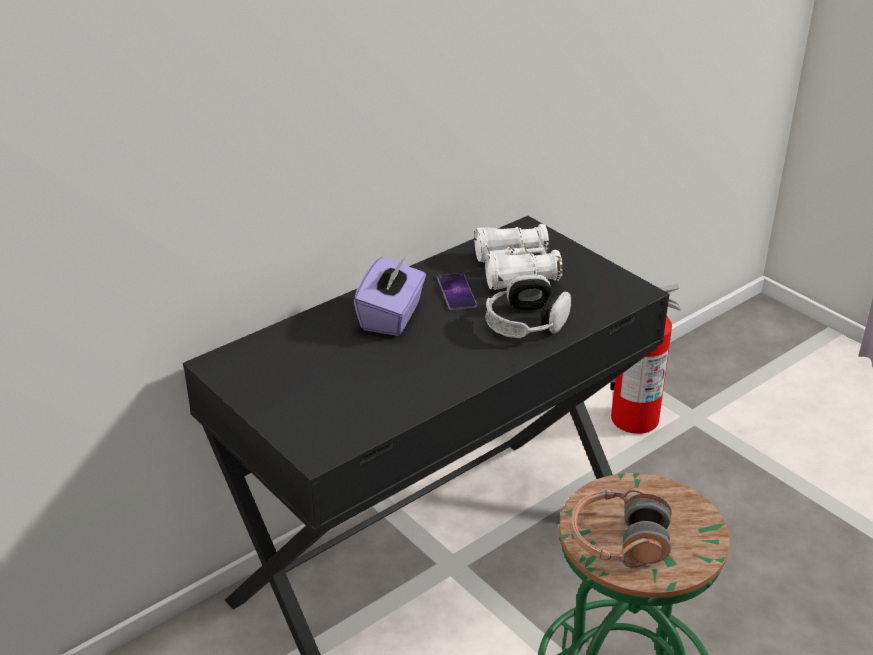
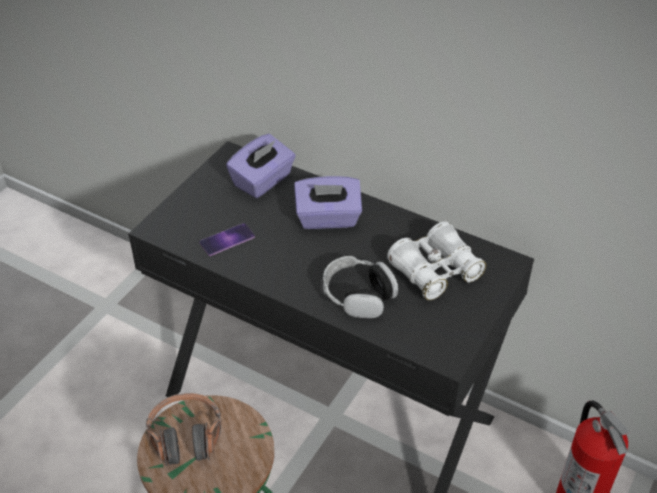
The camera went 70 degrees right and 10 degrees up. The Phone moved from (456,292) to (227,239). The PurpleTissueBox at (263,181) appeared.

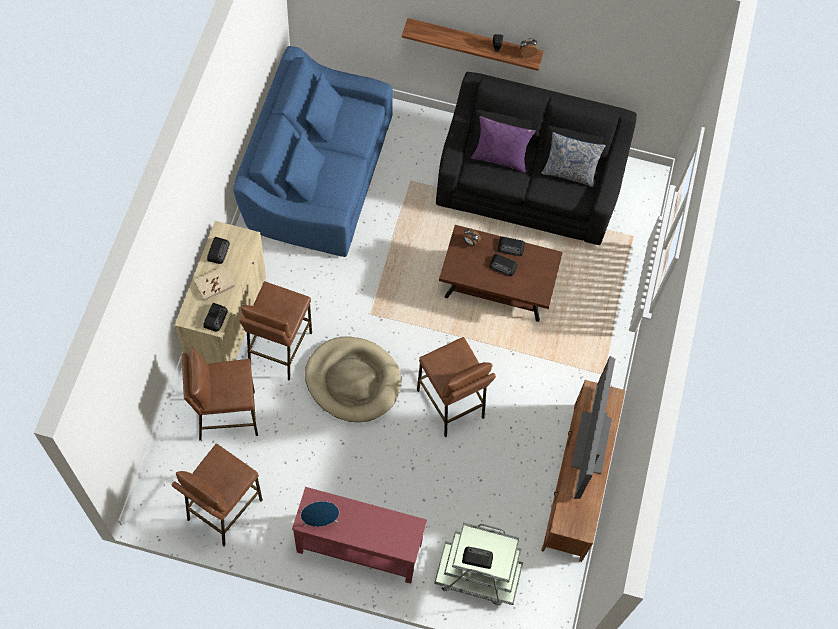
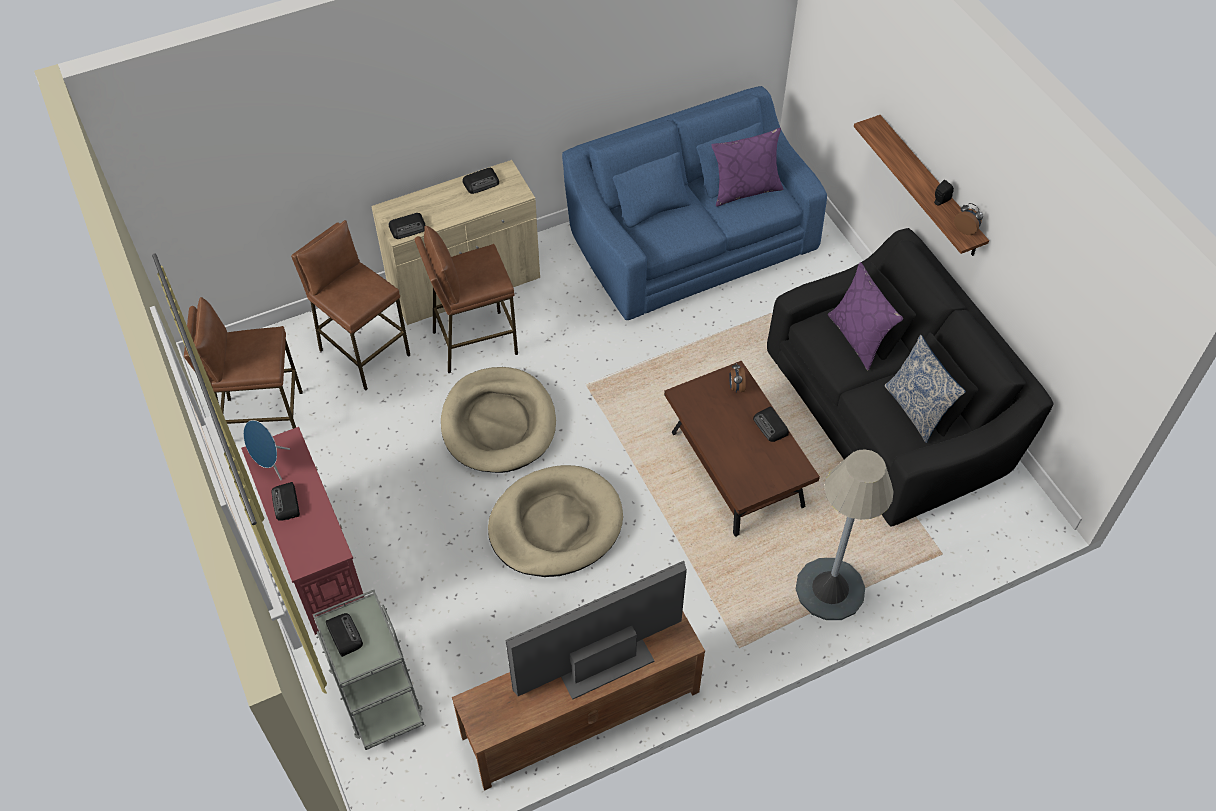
The camera went 55 degrees right and 10 degrees down. The Radio moved from (503,266) to (286,503). The BeigeBook at (214,284) disappeared. The BrownStool at (450,404) was replaced by the BeigeDogBed at (555,525). The PurplePillow at (745,190) appeared. The GreyFloorLamp at (830,589) appeared.

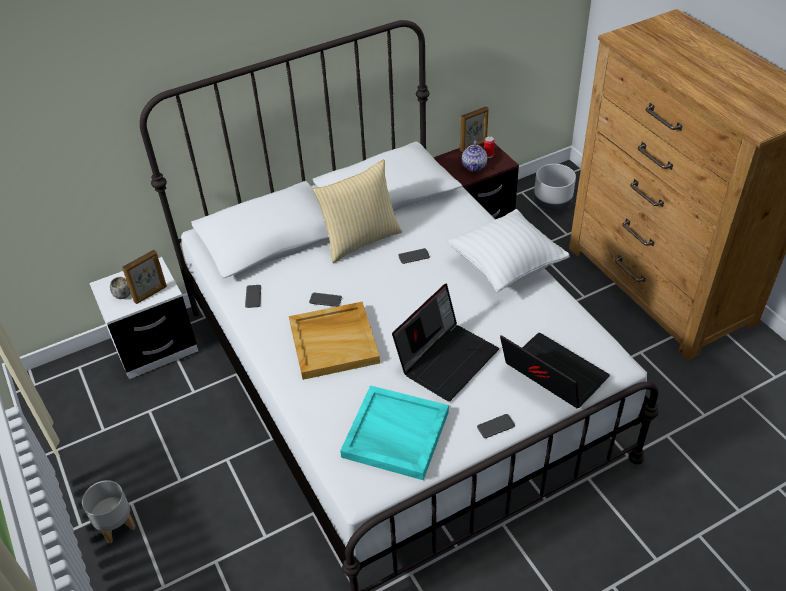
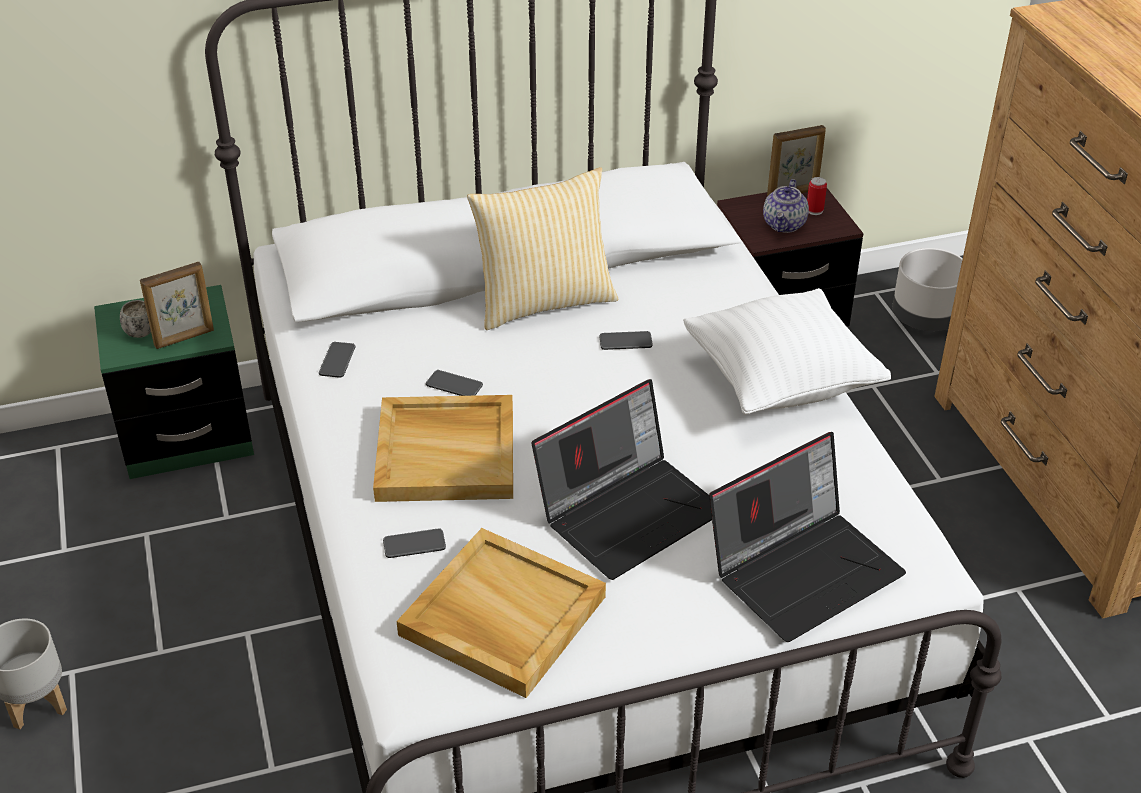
The camera went 10 degrees right and 5 degrees down. The WhiteNightstand at (155,347) became the GreenNightstand at (187,437). The Laptop at (551,375) turned 90 degrees clockwise. The TurquoiseTray at (394,435) became the BeigeTray at (500,616). The Phone moved from (495,426) to (414,544).

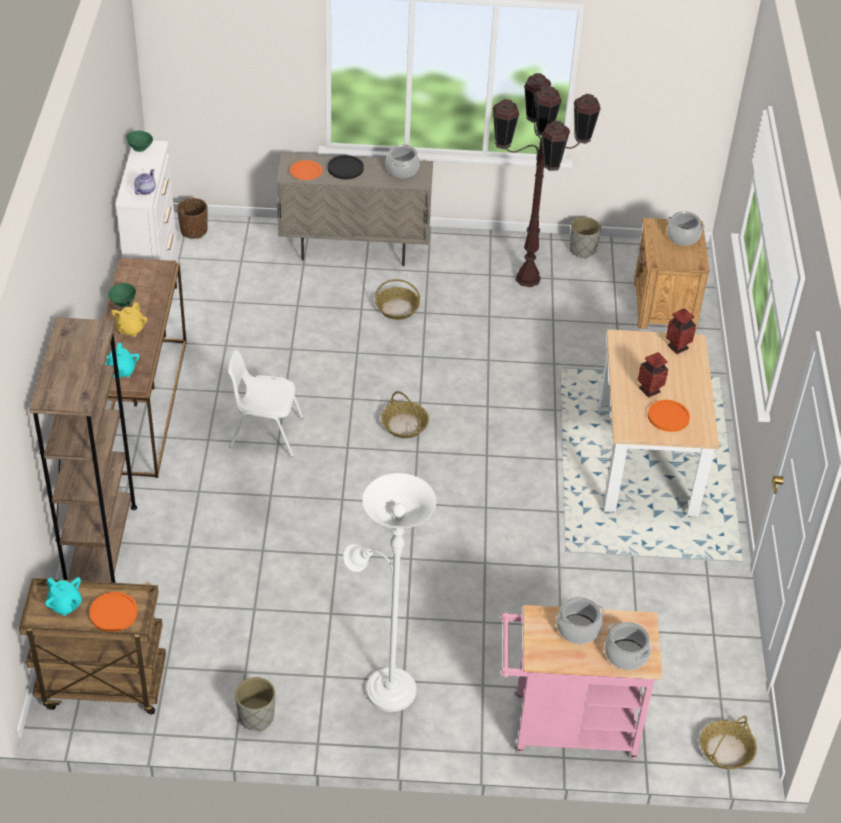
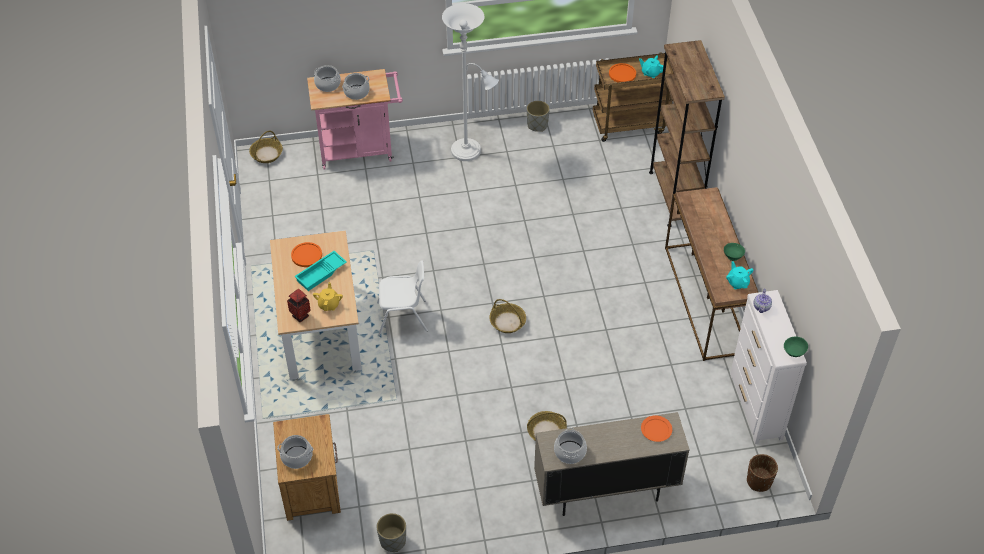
The camera went 170 degrees right and 5 degrees up. The BrownFloorLamp at (528,278) disappeared. The BlackPlate at (345,168) disappeared. The YellowTeapot moved from (130,329) to (329,304). The TurquoiseTeapot moved from (121,371) to (737,282). The WhiteChair moved from (265,432) to (403,317). The Vase at (649,390) was replaced by the TurquoiseTray at (321,274).

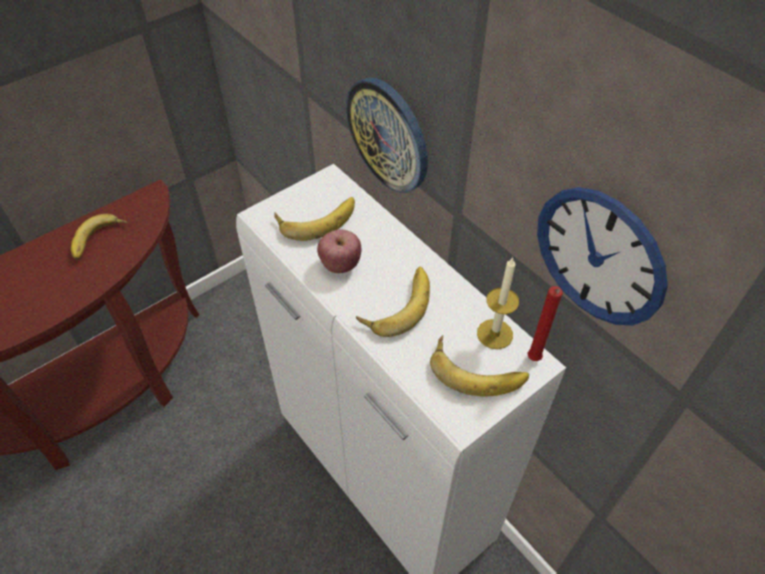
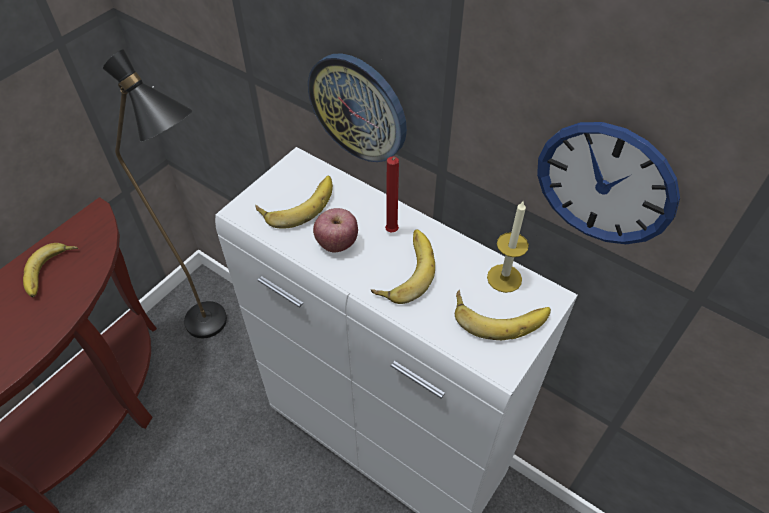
The camera went 15 degrees left and 0 degrees up. The RedCandle moved from (533,360) to (391,233). The BlackFloorLamp at (217,328) appeared.

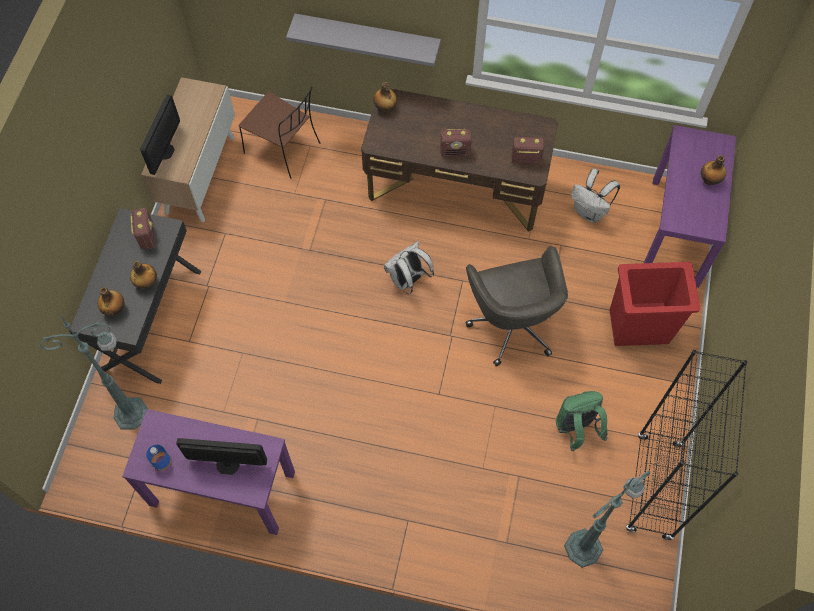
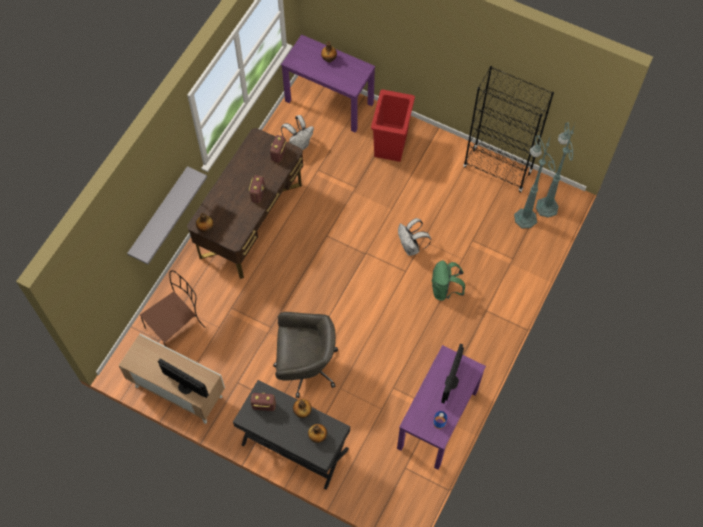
The camera went 75 degrees left and 0 degrees up. The WhiteBackpack moved from (408,280) to (411,247). The GreyOfficeChair moved from (512,324) to (305,366). The GreenFloorLamp moved from (133,413) to (547,206). The GreenBackpack moved from (576,429) to (445,290).

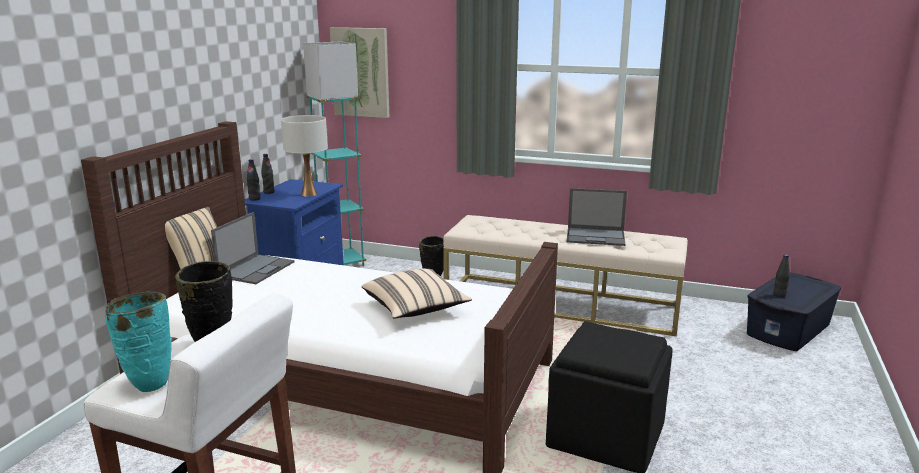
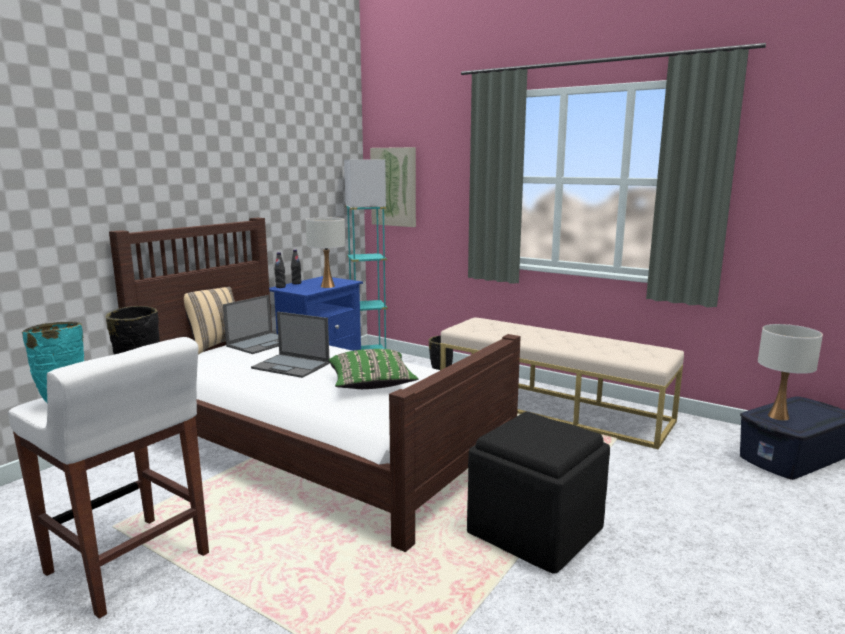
The camera went 15 degrees right and 5 degrees down. The Laptop moved from (596,237) to (292,366). The BlackBottle at (779,295) was replaced by the WhiteTableLamp at (778,416). The BeigePillow at (415,309) became the GreenPillow at (371,385).

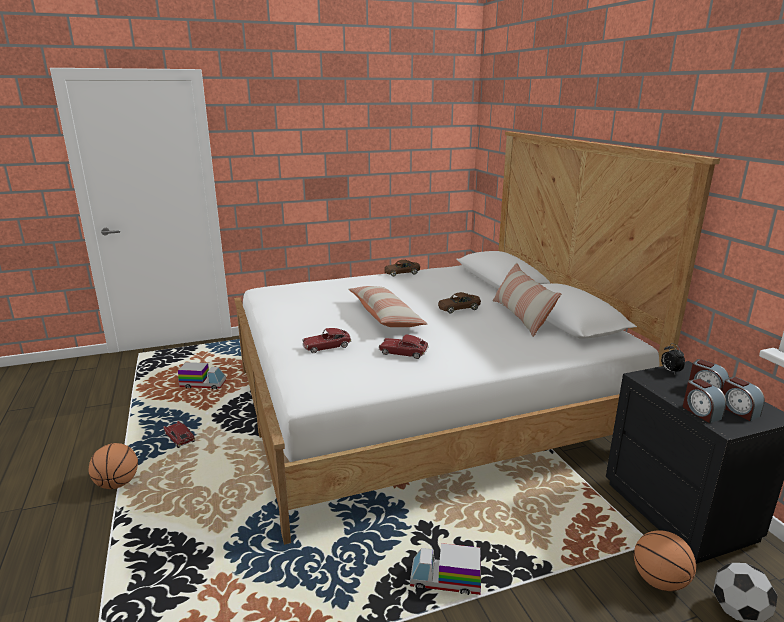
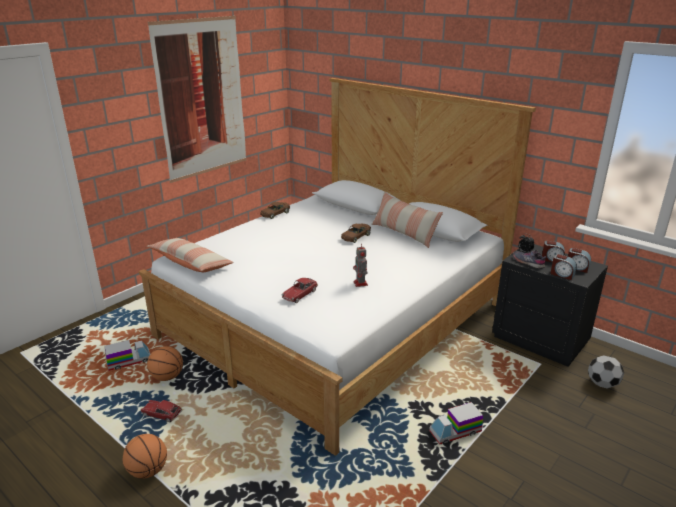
The camera went 30 degrees left and 5 degrees up. The Pillow moved from (385,316) to (191,263). The ToyCar at (403,353) was replaced by the ToyRobot at (360,284). The Basketball moved from (659,581) to (167,377). The Picture at (202,99) appeared. The GreyShoe at (528,262) appeared.

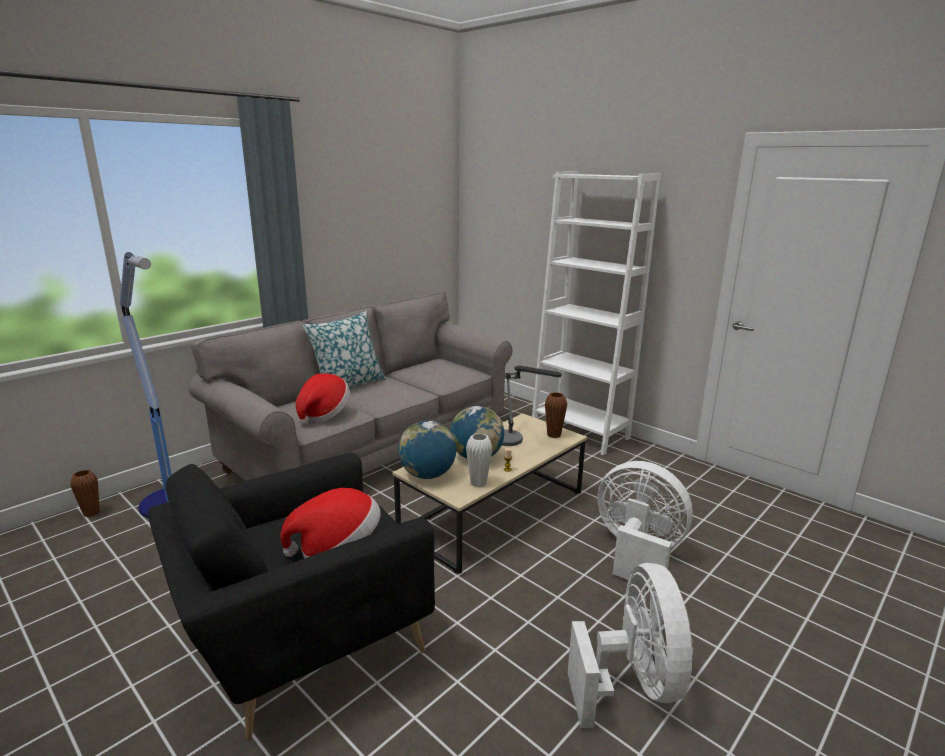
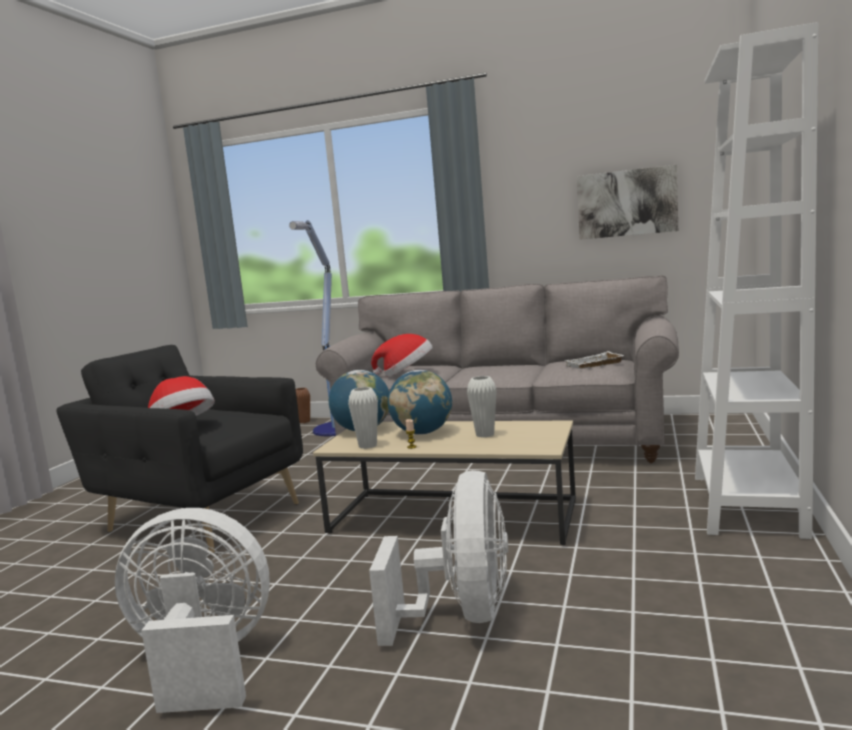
The camera went 65 degrees right and 10 degrees down. The Pillow at (348,386) disappeared. The TableLamp at (515,442) was replaced by the WhiteVase at (485,435). The BrownVase at (554,435) disappeared. The WhiteFan at (633,683) turned 150 degrees counterclockwise. The Picture at (626,203) appeared. The WhiteTray at (594,365) appeared.

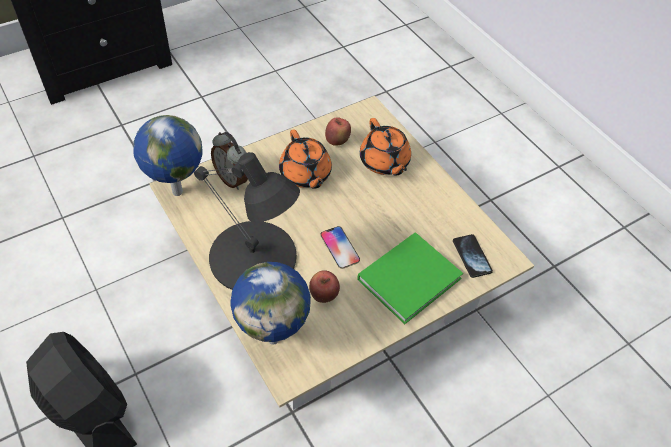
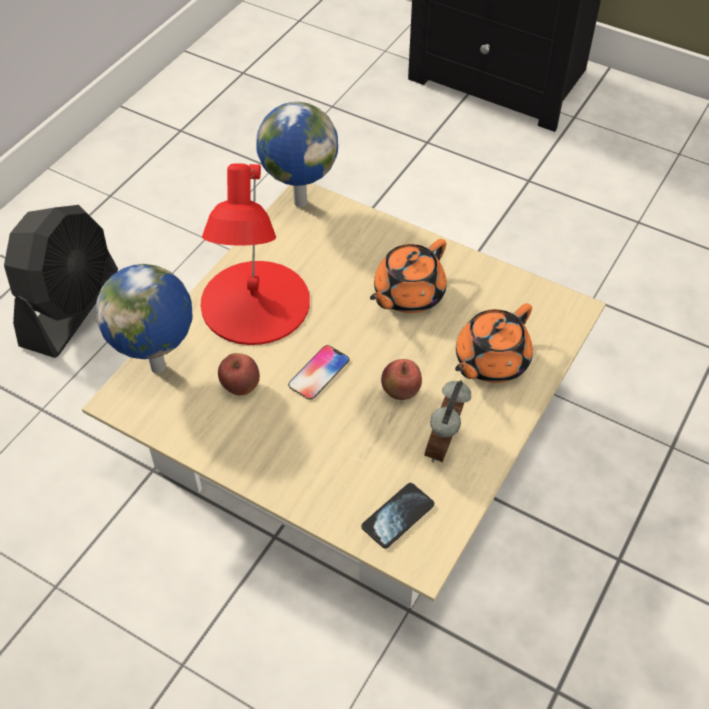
The camera went 65 degrees right and 0 degrees up. The Apple moved from (337,141) to (400,392). The AlarmClock moved from (232,179) to (445,446). The BlackTableLamp at (253,257) became the RedTableLamp at (254,304). The GreenBook at (411,277) disappeared.

